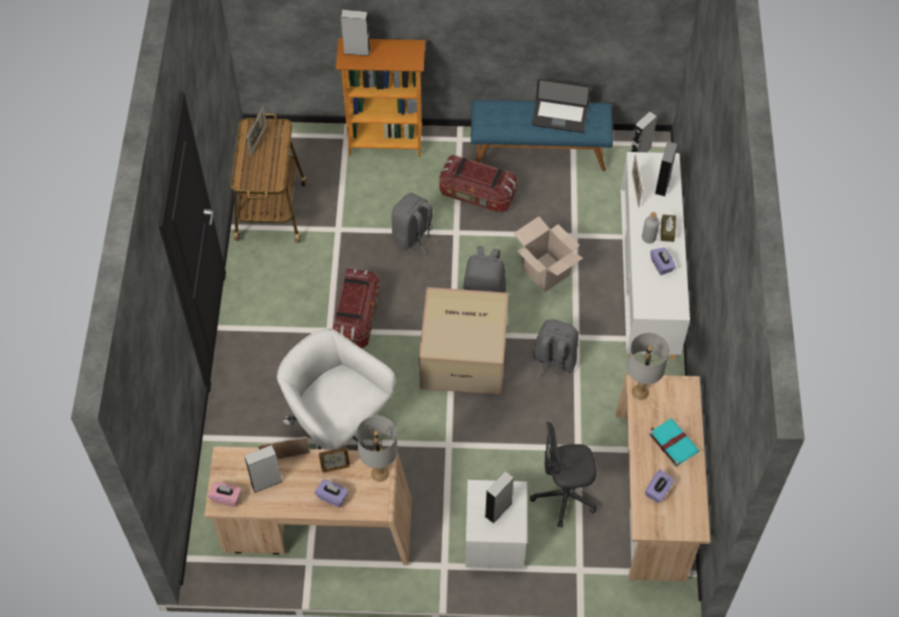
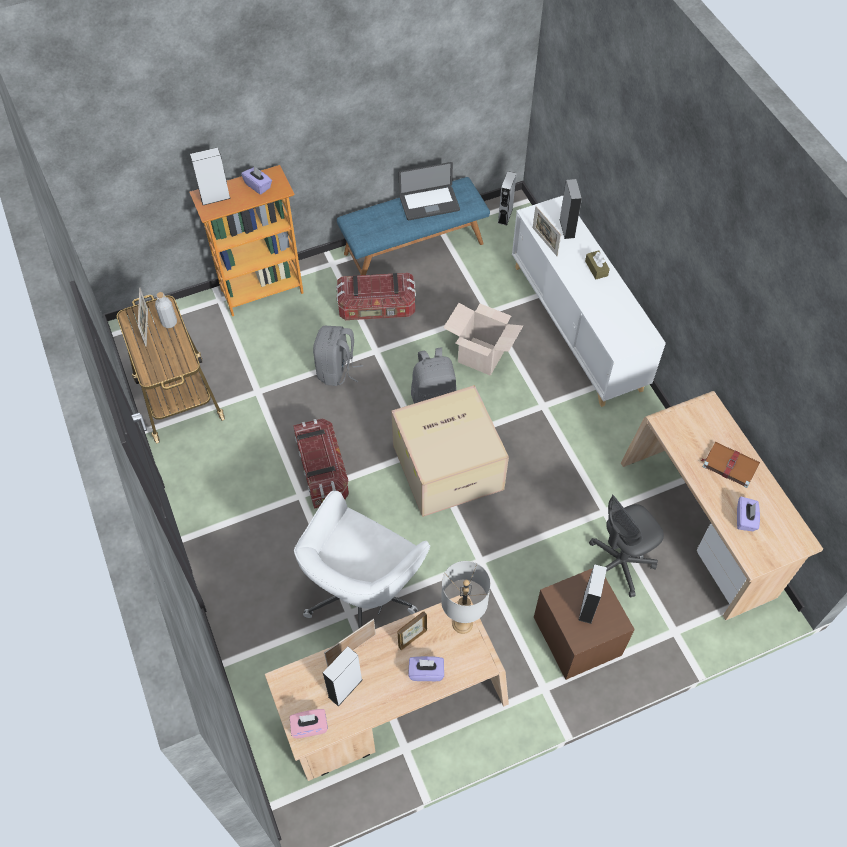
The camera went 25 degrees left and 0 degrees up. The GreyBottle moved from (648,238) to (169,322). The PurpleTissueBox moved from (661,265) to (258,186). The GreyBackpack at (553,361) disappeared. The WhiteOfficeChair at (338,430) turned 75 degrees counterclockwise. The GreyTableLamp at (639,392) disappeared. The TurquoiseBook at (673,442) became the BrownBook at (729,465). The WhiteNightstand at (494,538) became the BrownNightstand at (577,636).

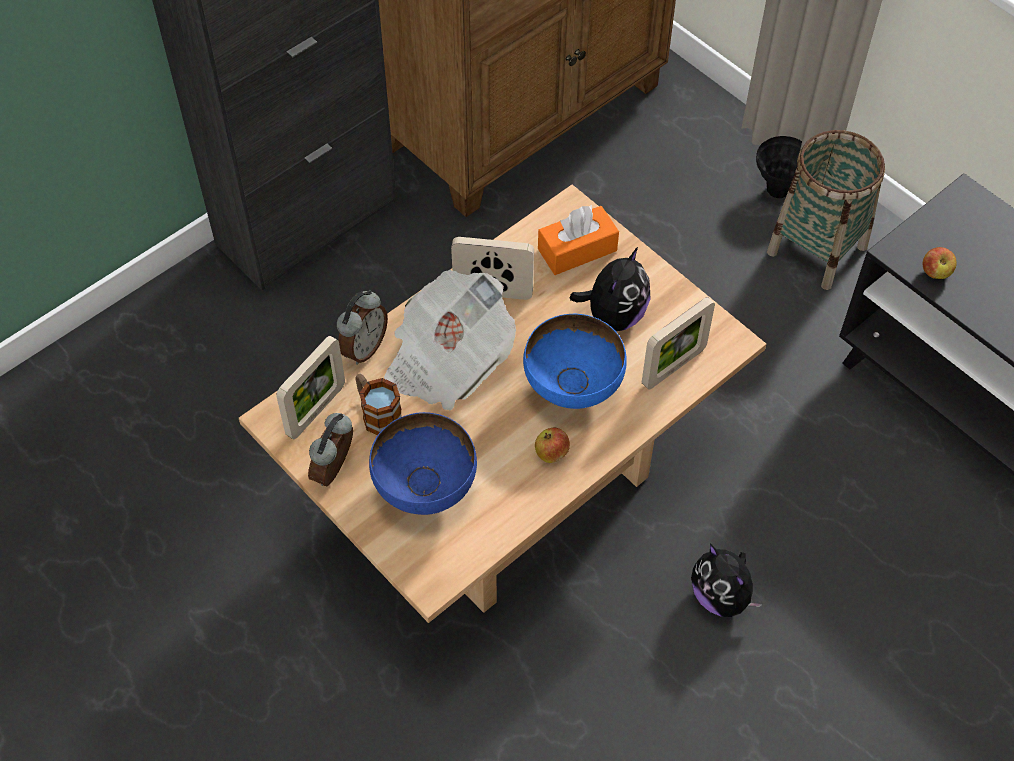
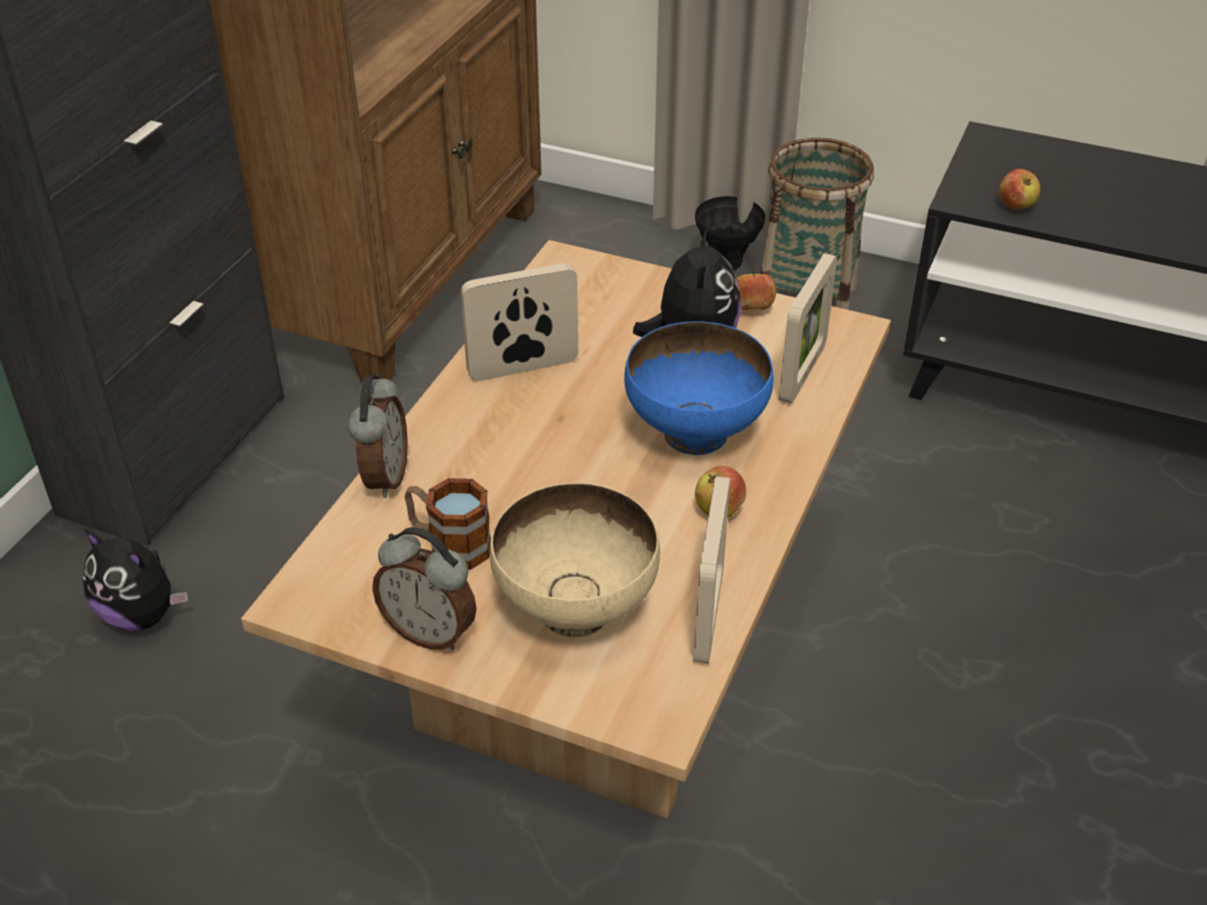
The camera went 25 degrees left and 15 degrees down. The OrangeTissueBox at (577,250) disappeared. The Newspaper at (447,360) disappeared. The PictureFrame moved from (316,410) to (708,616). The BlueBowl at (426,490) became the BeigeBowl at (577,610). The AlarmClock at (336,470) turned 60 degrees counterclockwise. The PlushToy moved from (721,596) to (142,614). The Apple at (752,309) appeared.

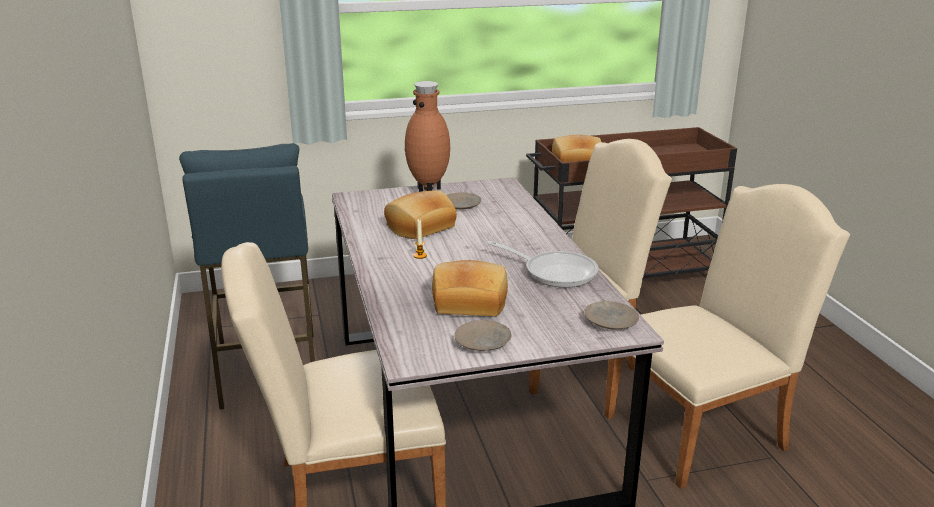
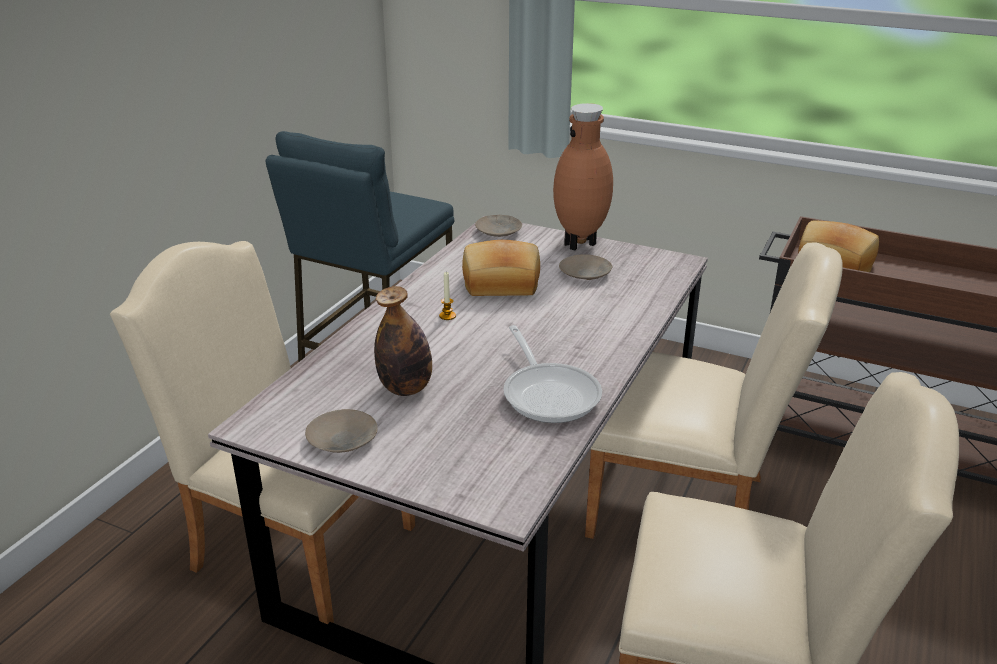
The camera went 40 degrees right and 5 degrees up. The Bread at (470,302) was replaced by the Bottle at (406,388). The BeigePlate moved from (610,321) to (499,231).

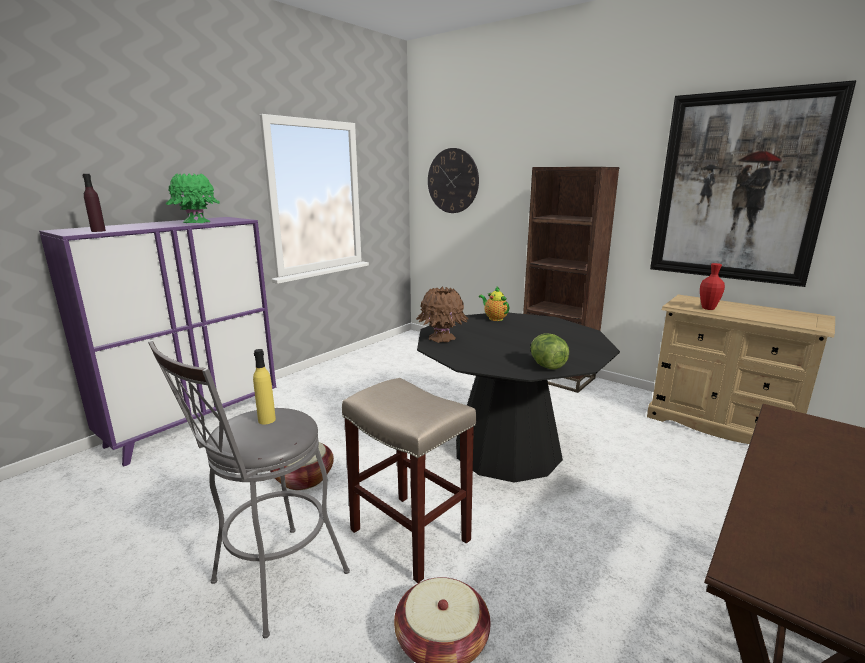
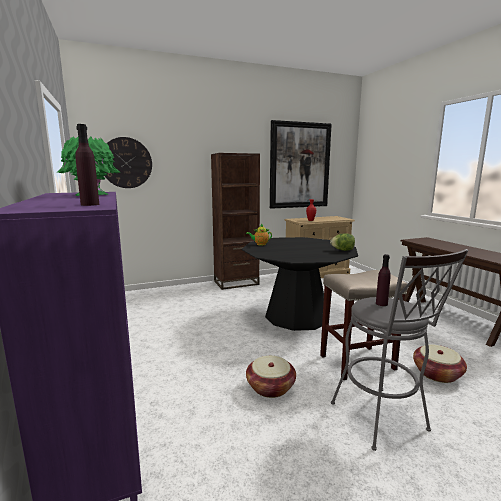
The camera went 60 degrees left and 5 degrees down. The BrownVase at (441,338) disappeared. The YellowBottle at (267,420) became the PurpleBottle at (381,304).

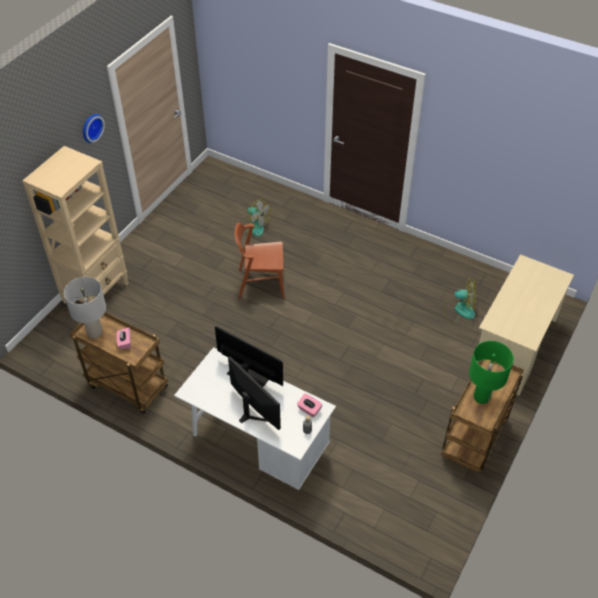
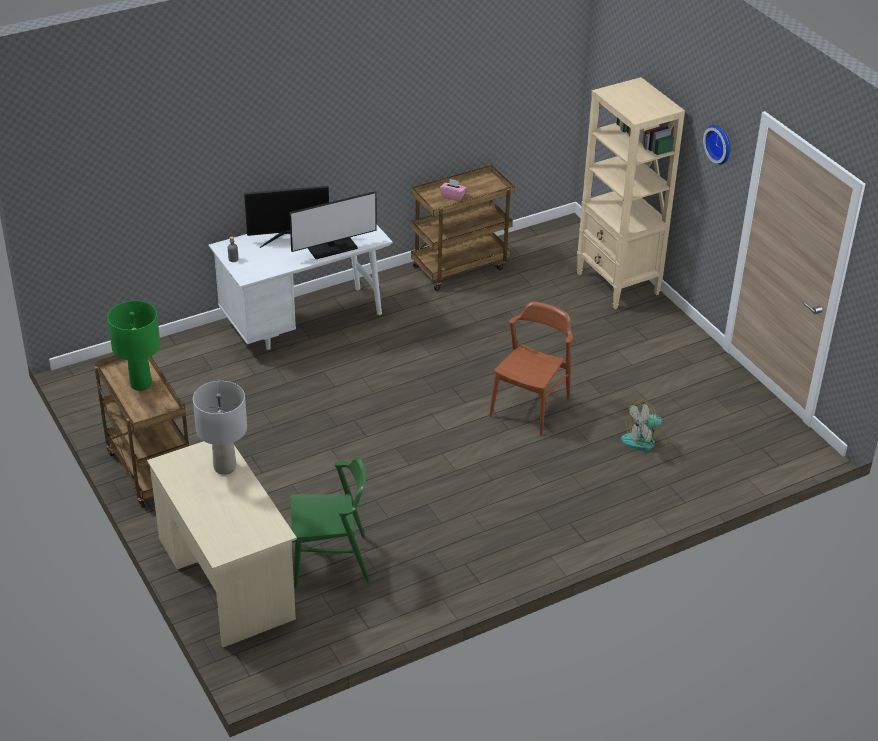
The camera went 120 degrees right and 10 degrees down. The GreyTableLamp moved from (95,333) to (224,467). The Fan at (459,310) was replaced by the GreenChair at (330,561). The PinkTissueBox at (309,409) disappeared.

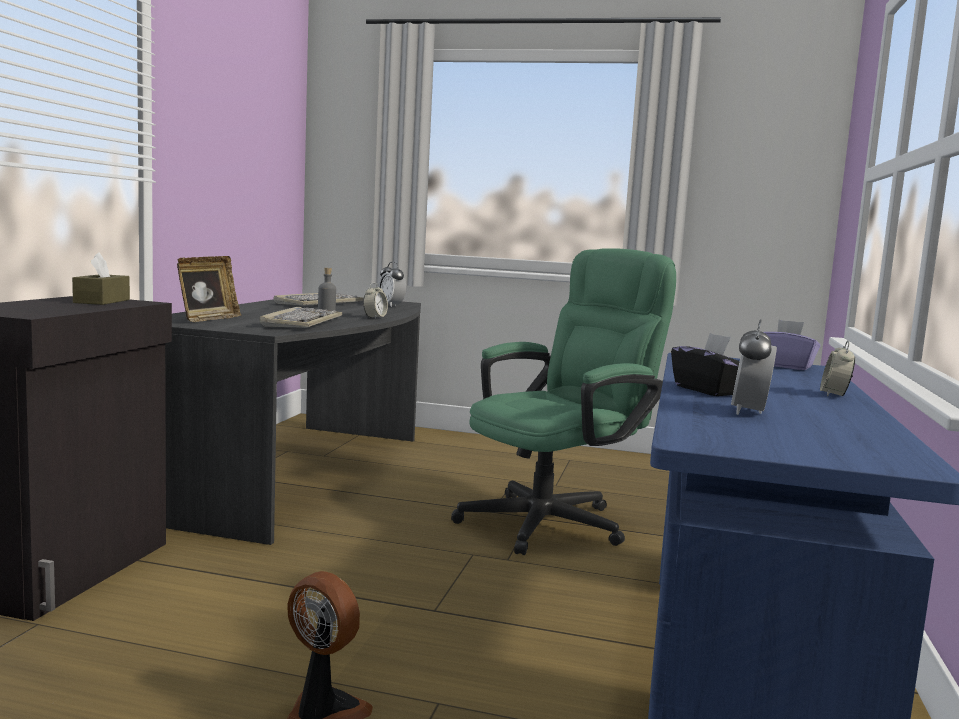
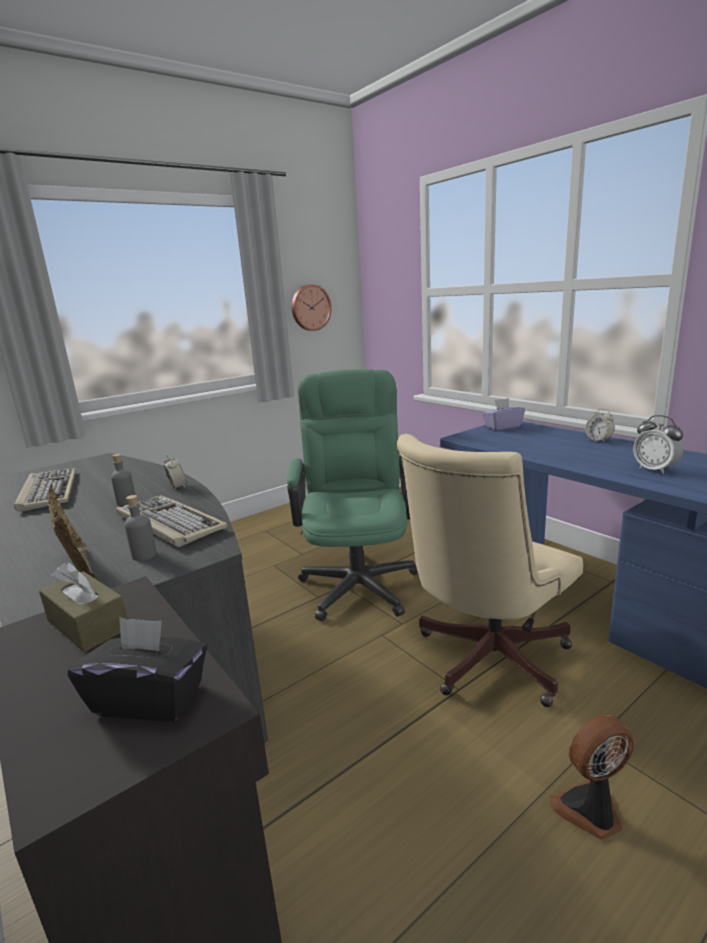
The camera went 50 degrees left and 10 degrees up. The AlarmClock at (391,306) disappeared. The BlackTissueBox moved from (708,390) to (150,698). The WallClock at (310,307) appeared. The BeigeOfficeChair at (485,661) appeared. The GreyBottle at (144,555) appeared.

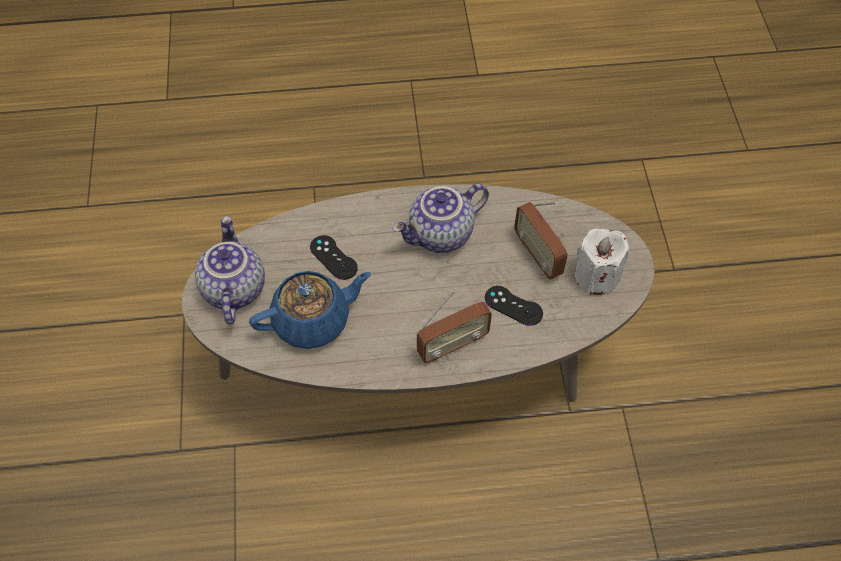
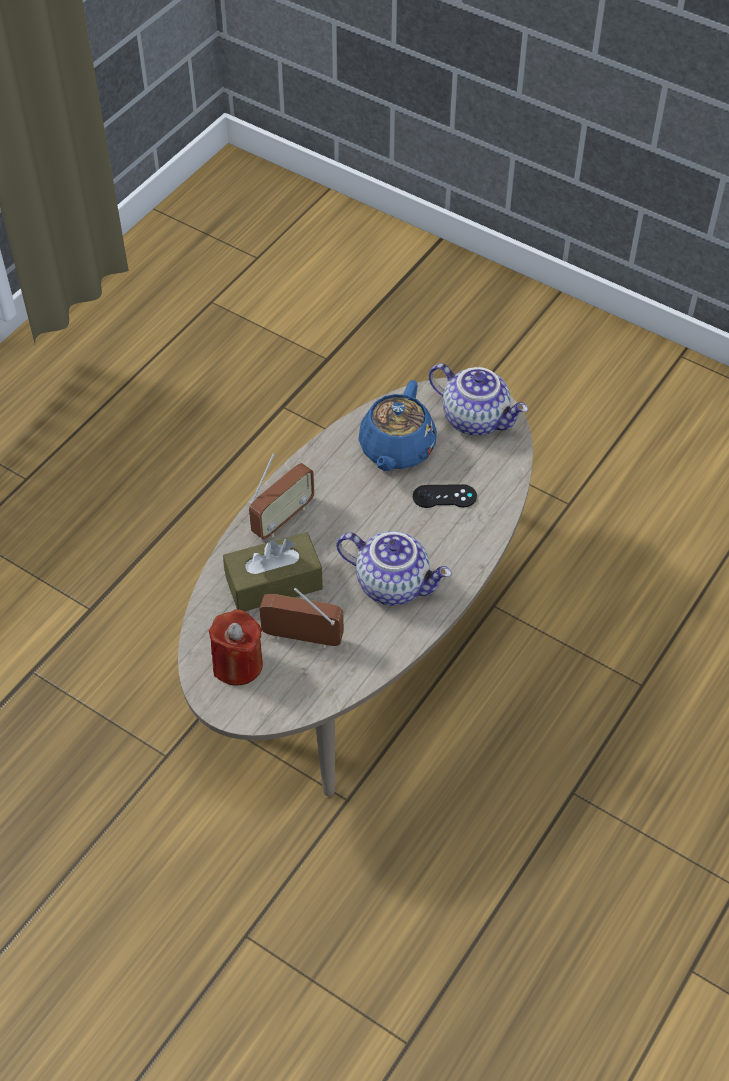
The camera went 130 degrees right and 5 degrees down. The Teapot at (441,235) turned 105 degrees clockwise. The WhiteCandle at (596,276) became the RedCandle at (238,664). The BlackGameController at (513,306) was replaced by the BrownTissueBox at (274,583). The Radio at (452,345) turned 150 degrees counterclockwise.

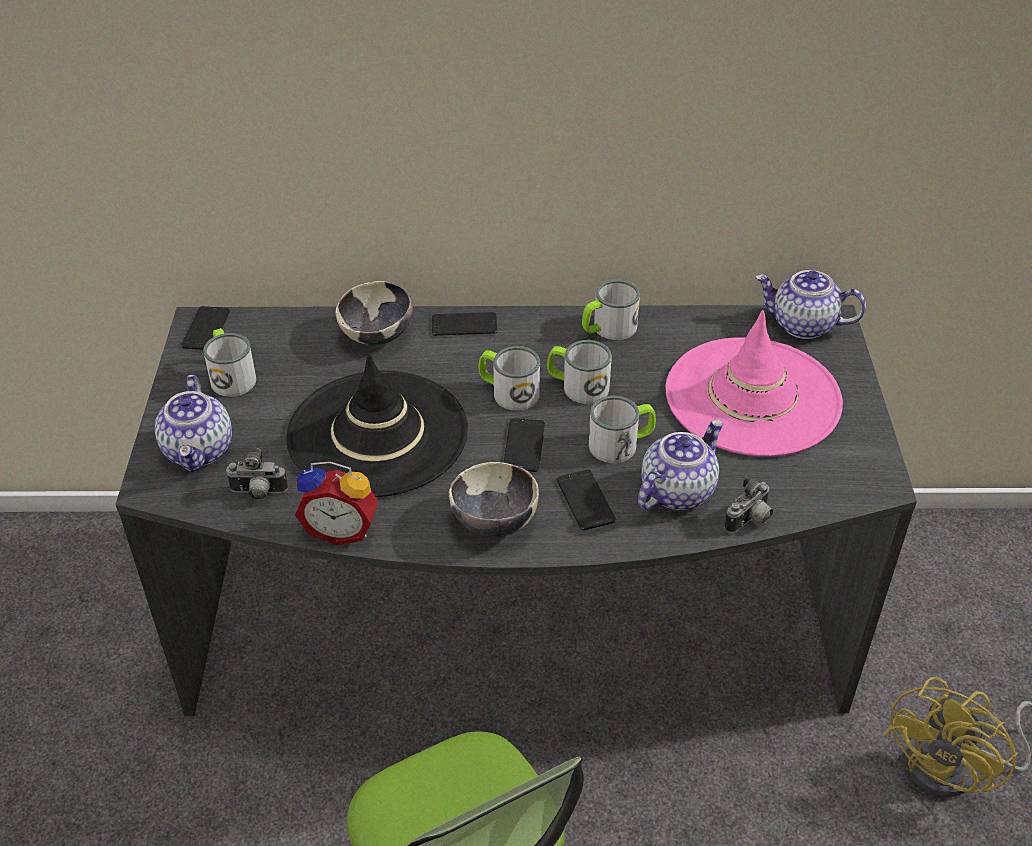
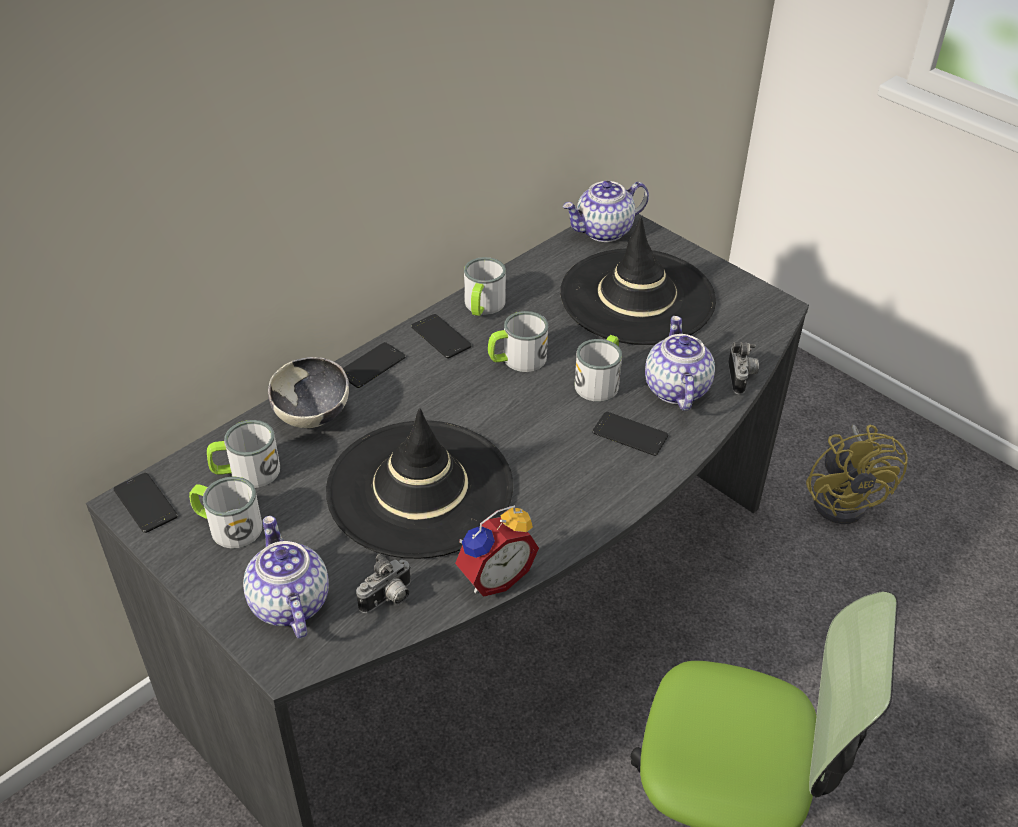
The camera went 45 degrees left and 0 degrees up. The PinkHat at (752,397) became the BlackHat at (637,297). The Mug moved from (508,392) to (246,472). The Teapot at (199,450) turned 150 degrees counterclockwise. The Phone moved from (524,446) to (441,337). The Bowl at (494,523) disappeared.

